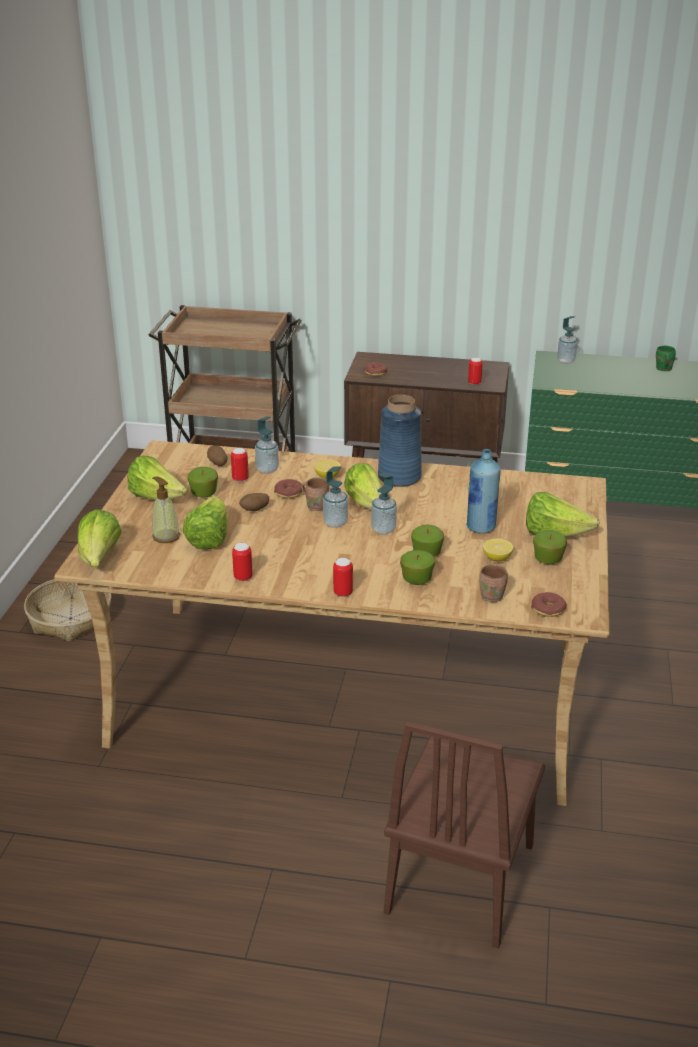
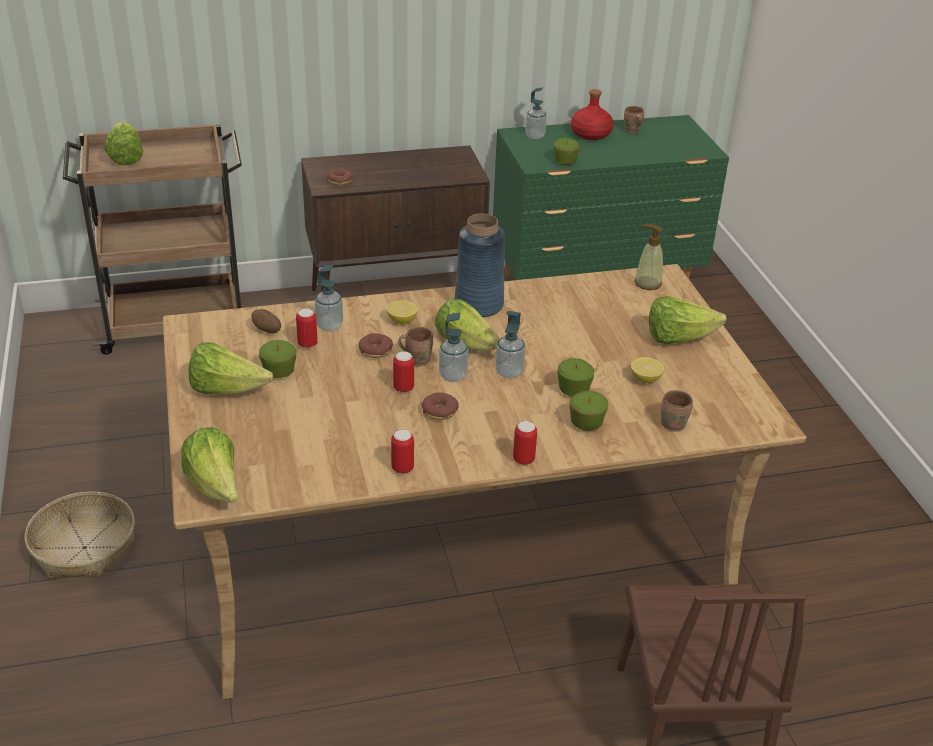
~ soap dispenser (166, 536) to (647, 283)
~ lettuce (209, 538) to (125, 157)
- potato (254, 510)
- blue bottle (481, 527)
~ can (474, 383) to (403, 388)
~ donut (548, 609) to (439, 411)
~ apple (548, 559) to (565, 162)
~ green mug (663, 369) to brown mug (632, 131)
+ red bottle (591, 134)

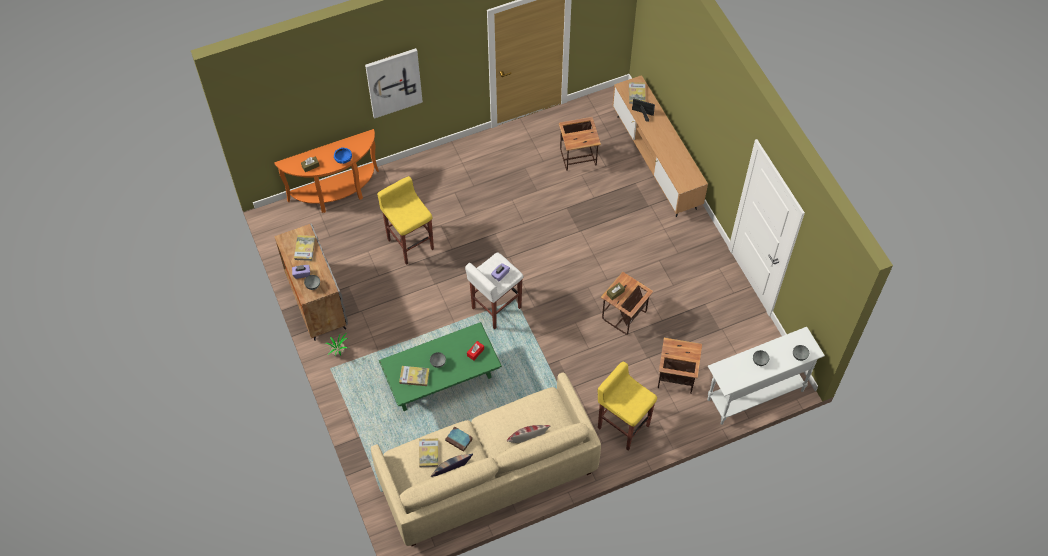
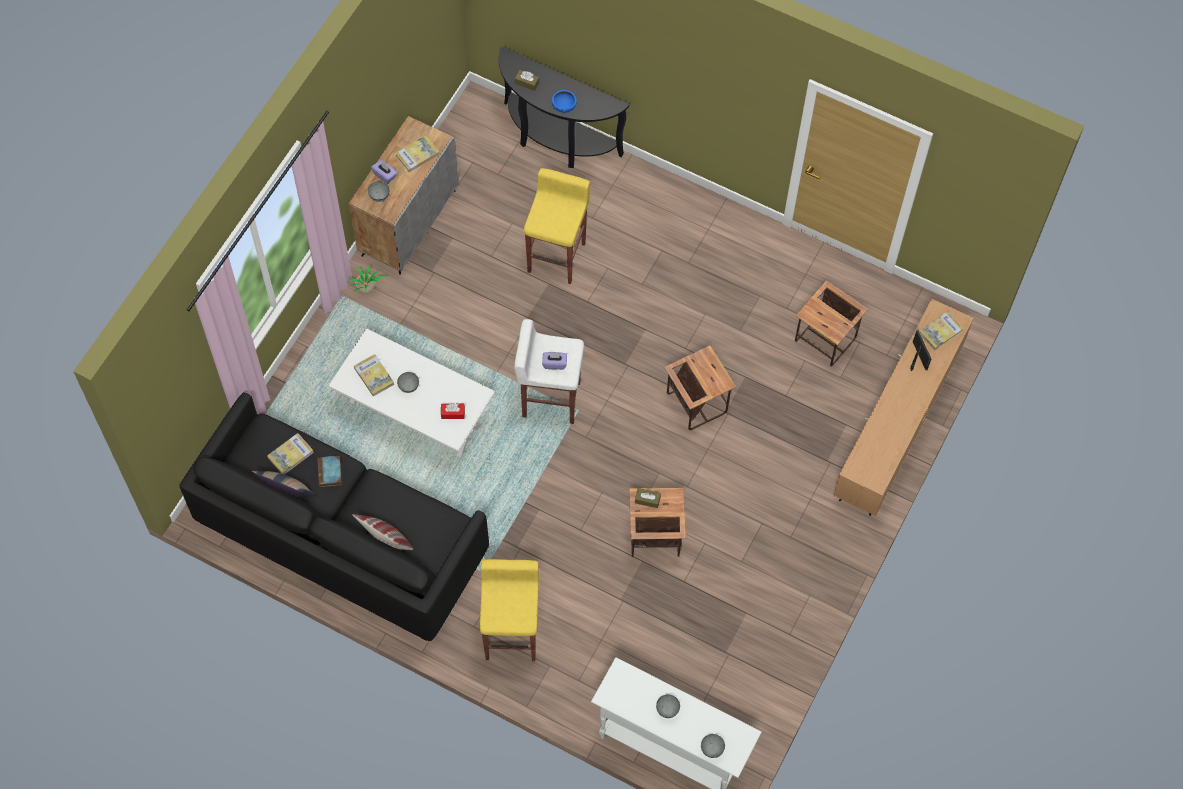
~ orange console table (337, 194) to black console table (555, 140)
- picture (393, 82)
~ beige sofa (487, 474) to black sofa (341, 537)
~ green coffee table (442, 382) to white coffee table (414, 413)
~ side table (675, 378) to (696, 402)

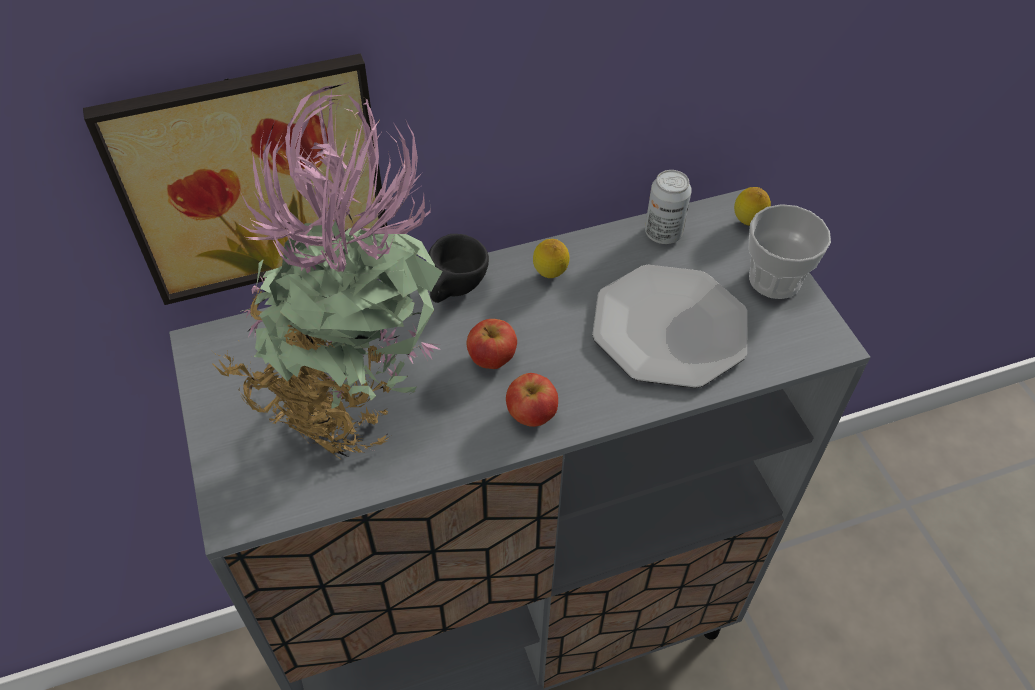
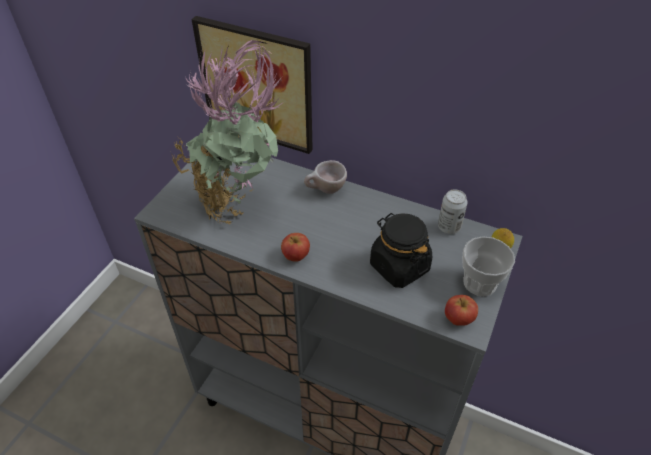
~ black cup (455, 293) to beige cup (325, 191)
~ apple (492, 359) to (458, 319)
- lemon (550, 276)
~ plate (670, 328) to black jar (399, 266)

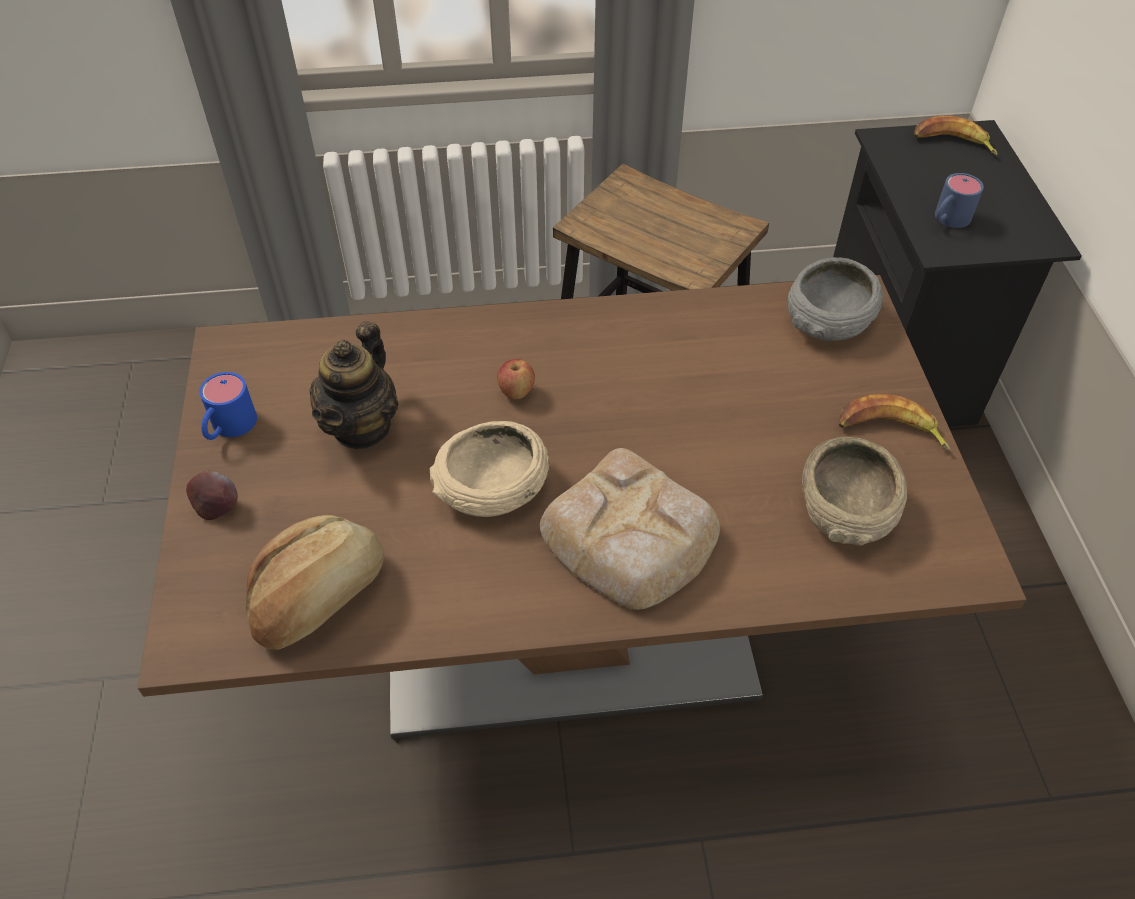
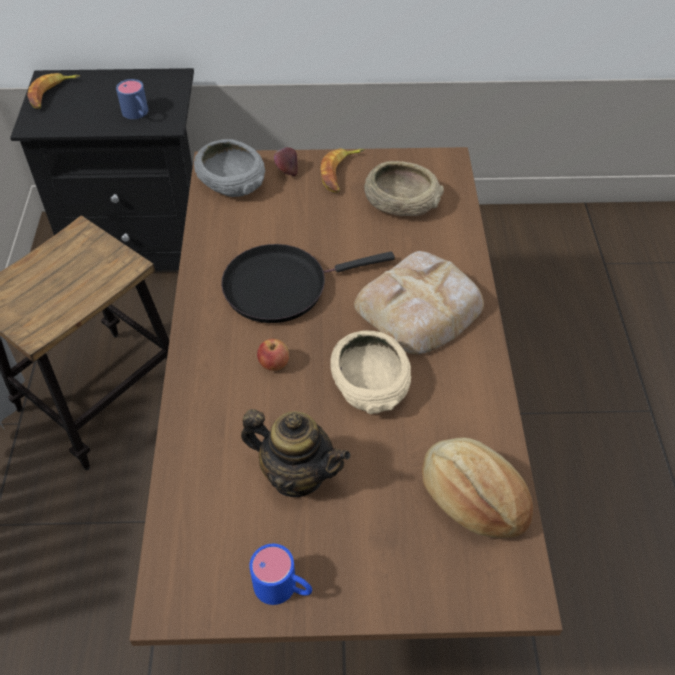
~ apple (217, 506) to (286, 171)
+ black frying pan (282, 286)

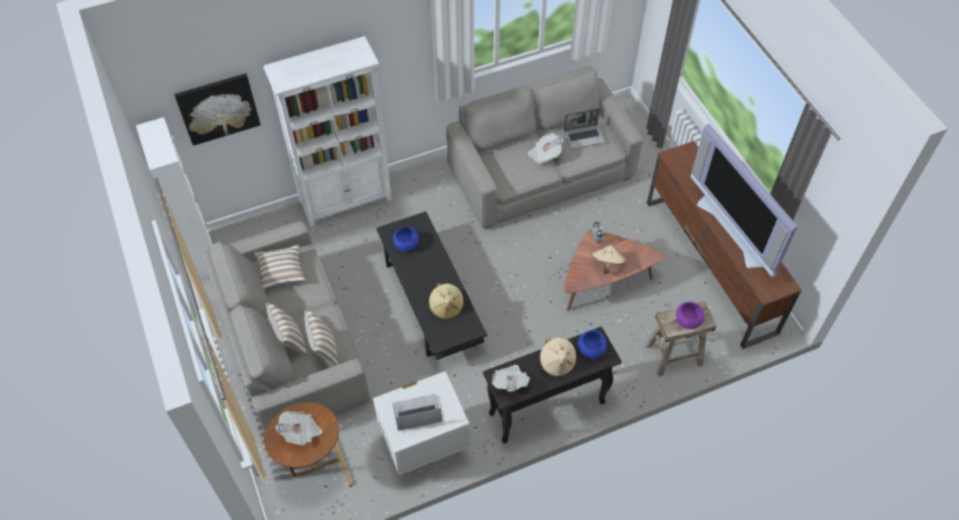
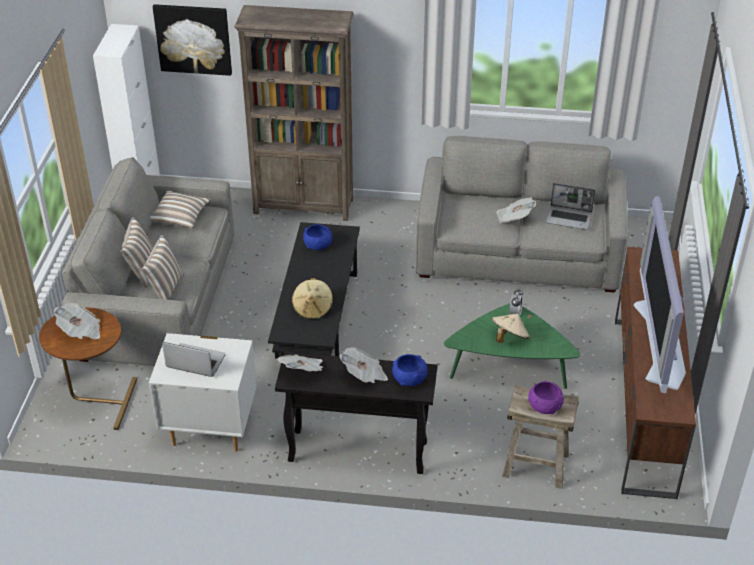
~ white bookcase (346, 200) to brown bookcase (304, 206)
~ beige hat (557, 362) to newspaper (364, 375)
~ brown coffee table (603, 281) to green coffee table (509, 369)

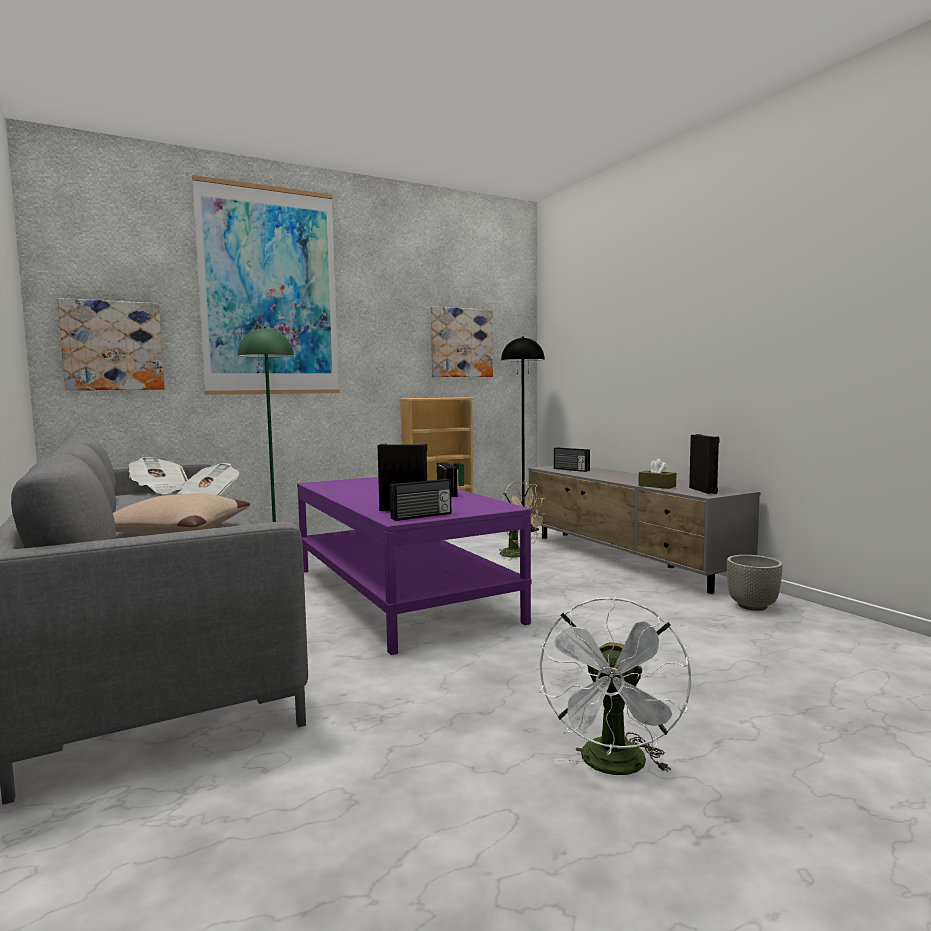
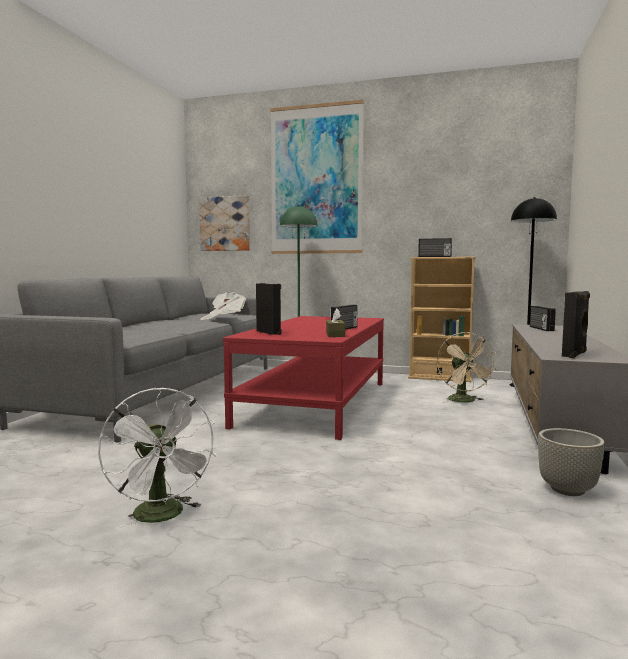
- beige pillow (173, 531)
~ purple coffee table (400, 593) to red coffee table (316, 403)
~ radio (422, 516) to (434, 256)
- picture (461, 343)
~ white fan (615, 767) = (163, 517) 90 degrees counterclockwise
~ brown tissue box (657, 486) to (335, 335)

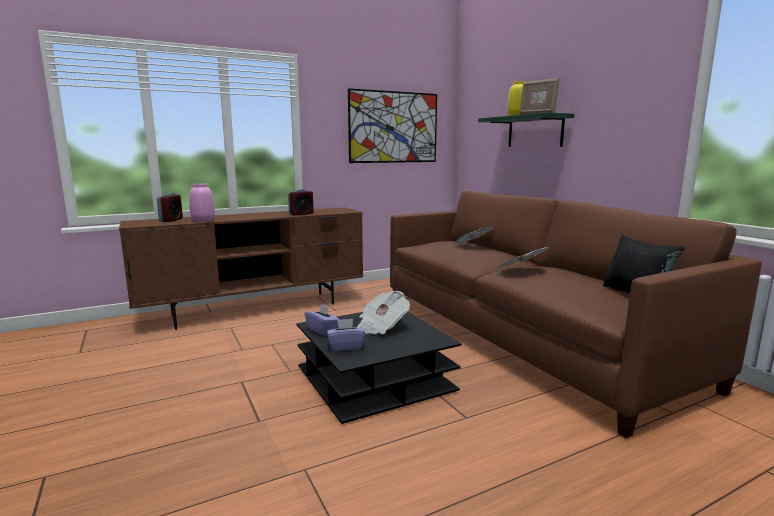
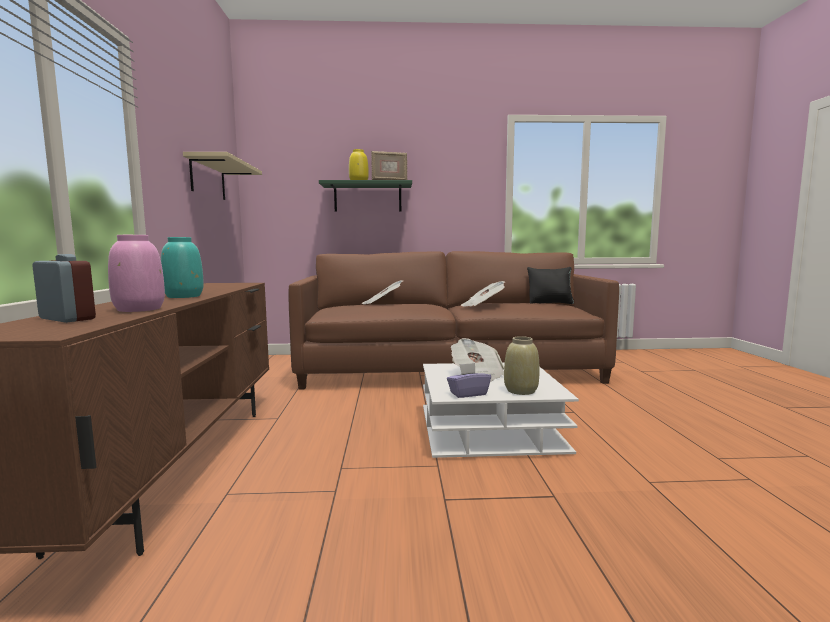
- alarm clock (301, 214)
~ black coffee table (374, 379) to white coffee table (489, 429)
~ purple tissue box (345, 347) to beige vase (521, 391)
~ picture (394, 127) to beige shelf (208, 179)
+ turquoise vase (183, 296)

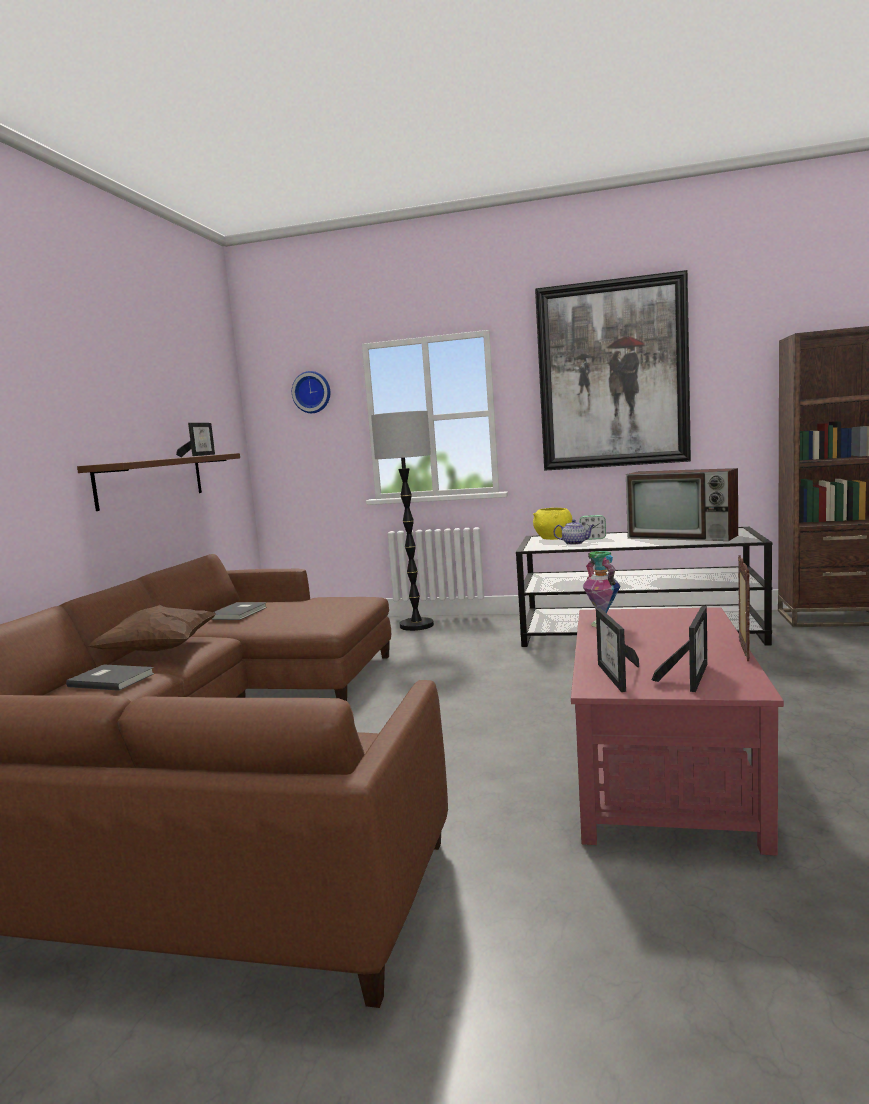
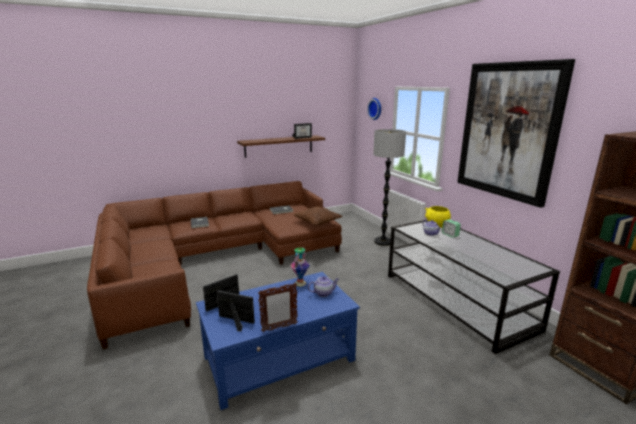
~ brown pillow (158, 650) to (317, 223)
~ red coffee table (662, 769) to blue coffee table (280, 358)
- television (684, 536)
~ picture frame (690, 676) = (234, 321) 150 degrees counterclockwise
+ teapot (323, 293)

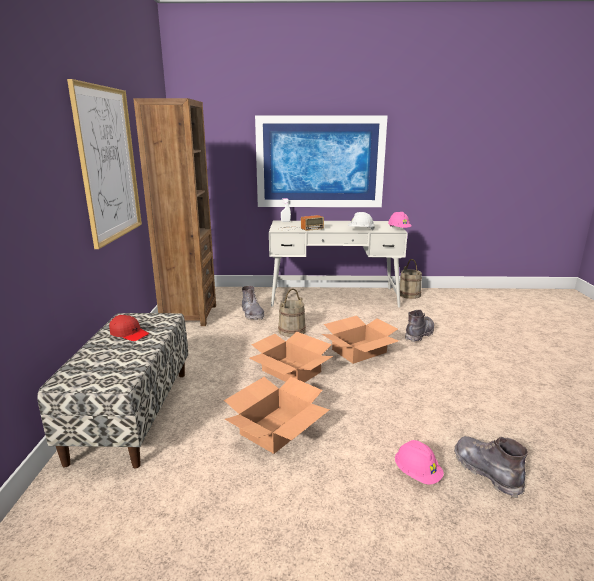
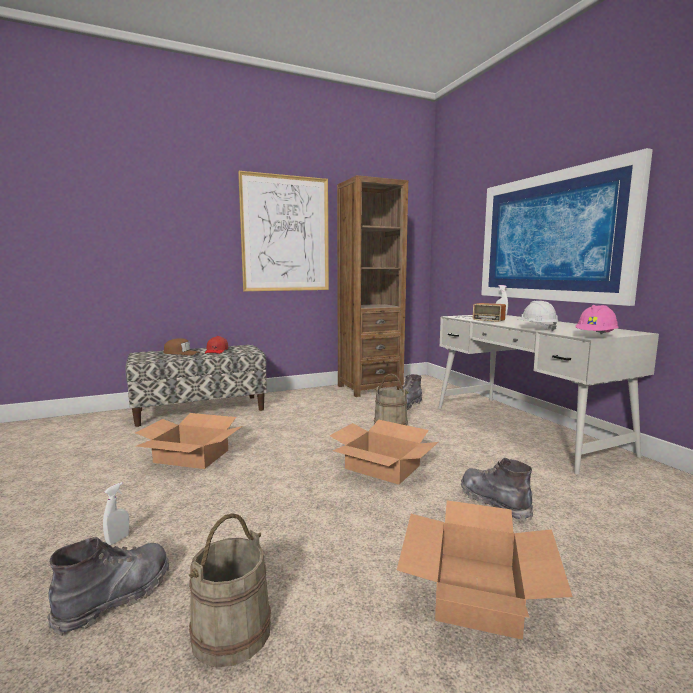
~ cardboard box (291, 371) to (476, 591)
~ pink hard hat (417, 473) to white spray bottle (118, 540)
~ beige bucket (409, 294) to (231, 632)
~ grey boot (419, 334) = (494, 502) 135 degrees counterclockwise
+ brown cap (181, 353)

